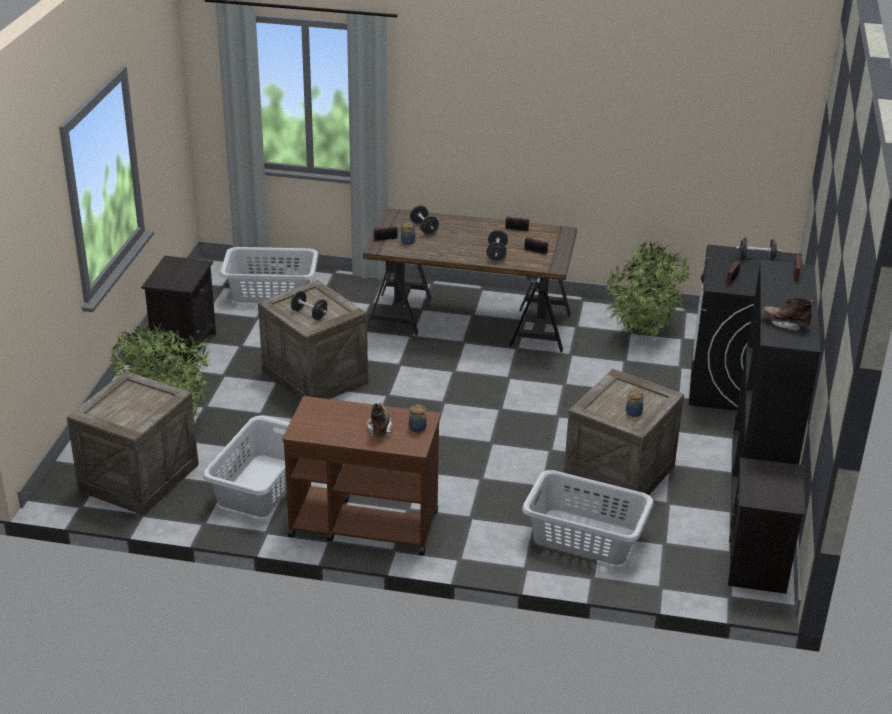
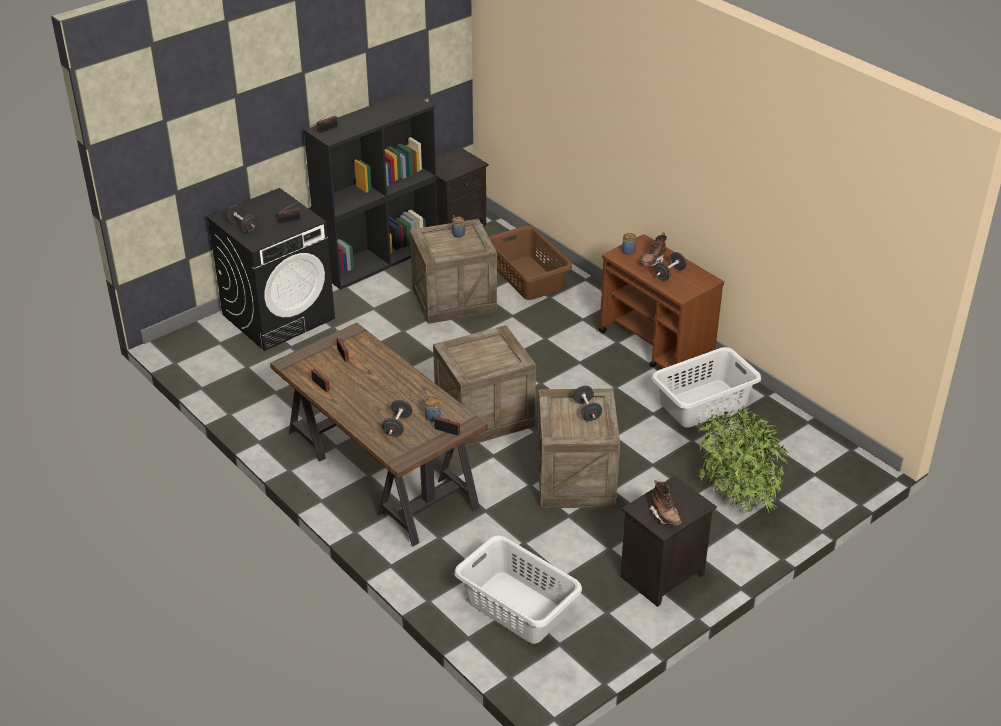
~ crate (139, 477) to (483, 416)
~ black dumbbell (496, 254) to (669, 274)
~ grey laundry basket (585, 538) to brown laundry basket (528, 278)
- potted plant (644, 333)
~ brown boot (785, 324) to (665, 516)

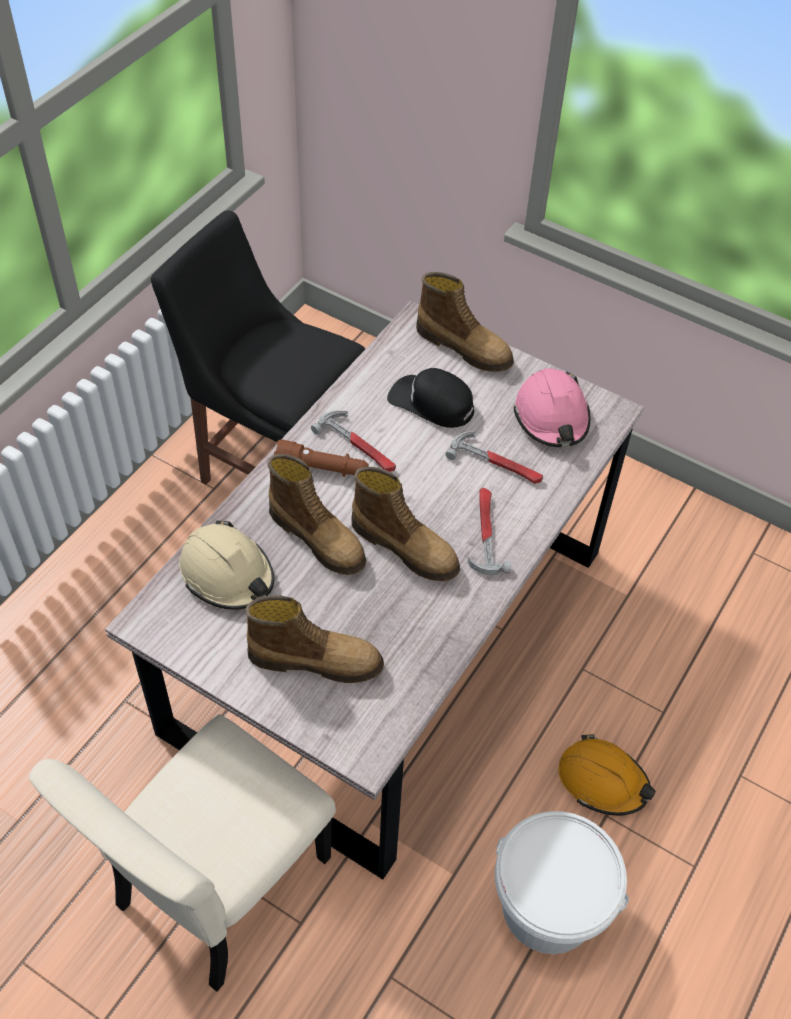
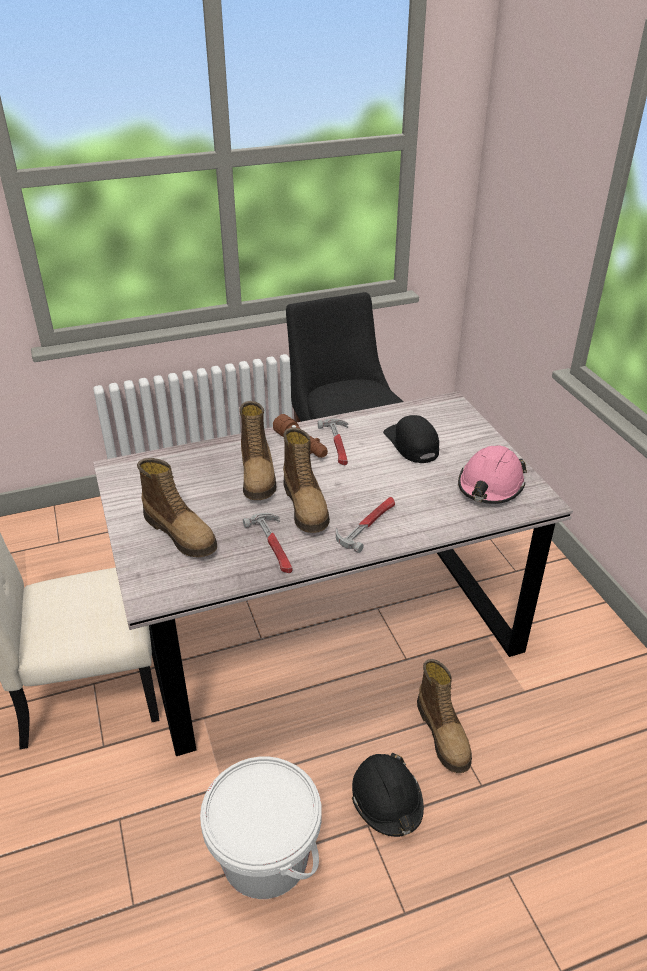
- beige hard hat (227, 574)
~ boot (465, 347) to (444, 734)
~ hammer (497, 463) to (274, 546)
~ orange hard hat (602, 781) to black hard hat (387, 800)

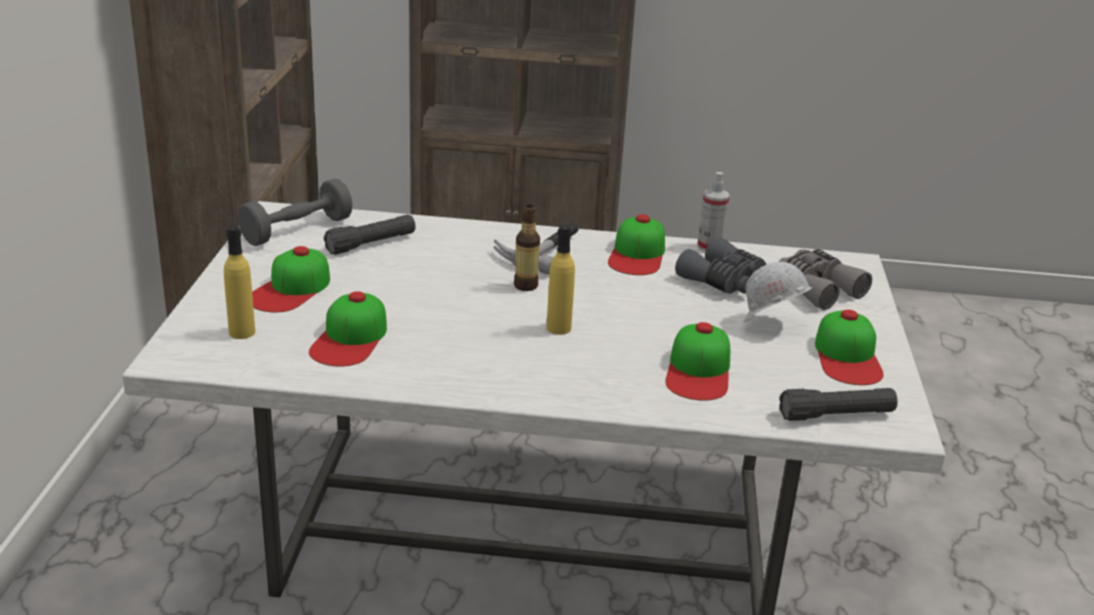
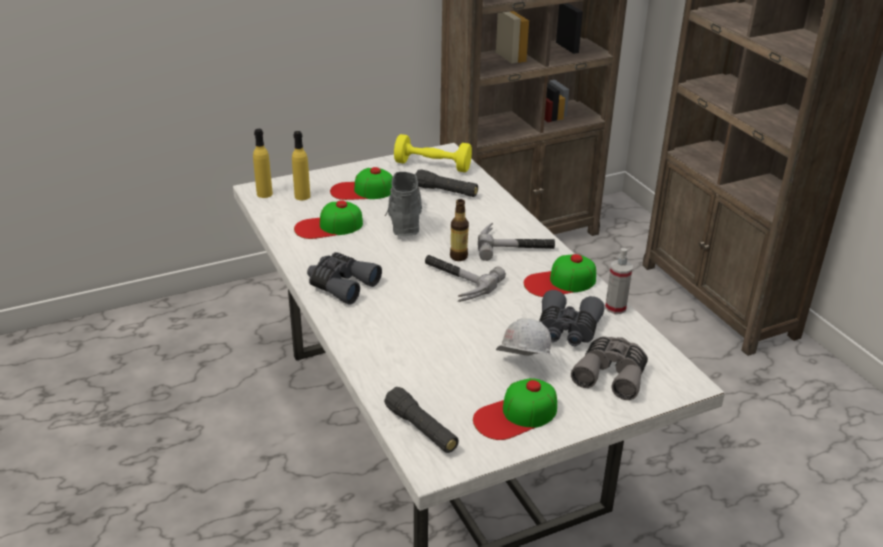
~ grey dumbbell (297, 230) to yellow dumbbell (432, 166)
~ yellow bottle (558, 328) to (264, 194)
- cap (699, 371)
+ grey binoculars (341, 285)
+ grey boot (404, 219)
+ hammer (455, 281)

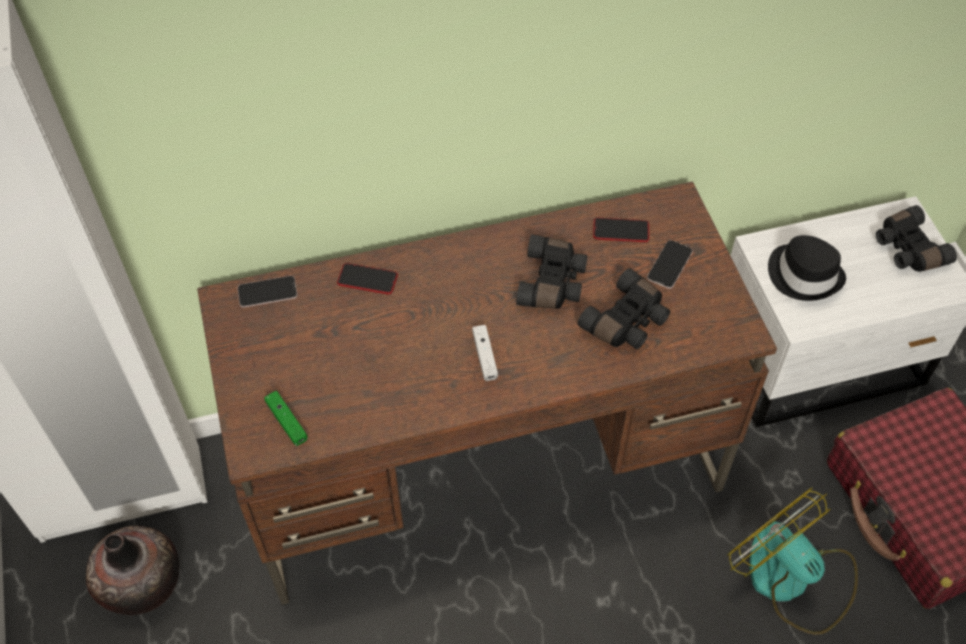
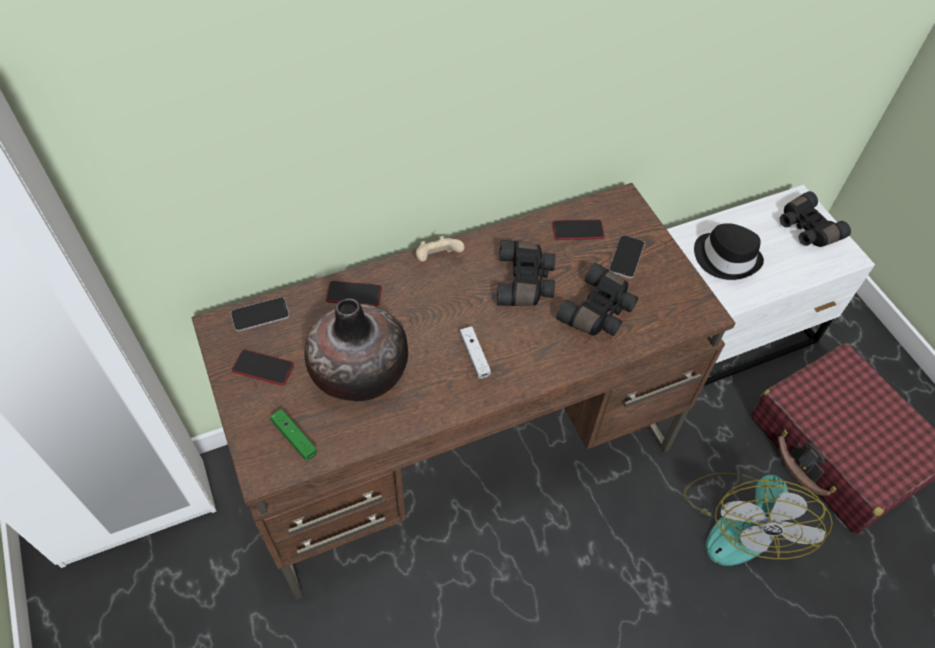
~ vase (142, 583) to (360, 373)
~ fan (791, 579) = (739, 521) 120 degrees counterclockwise
+ phone (263, 368)
+ beige game controller (438, 258)

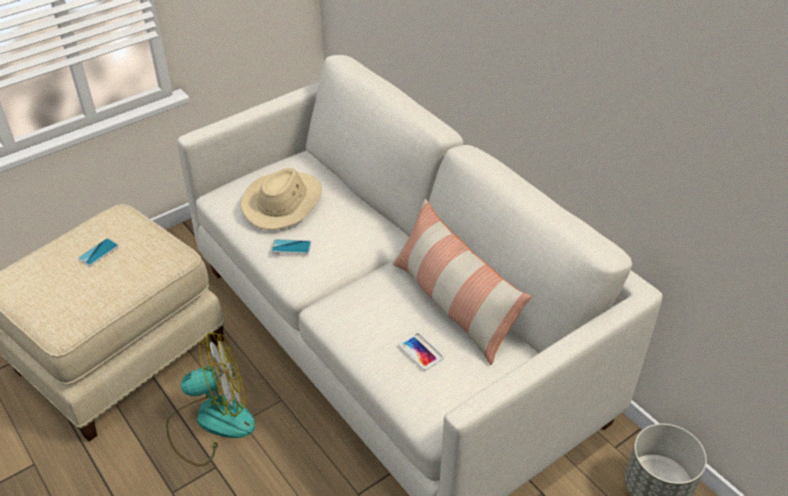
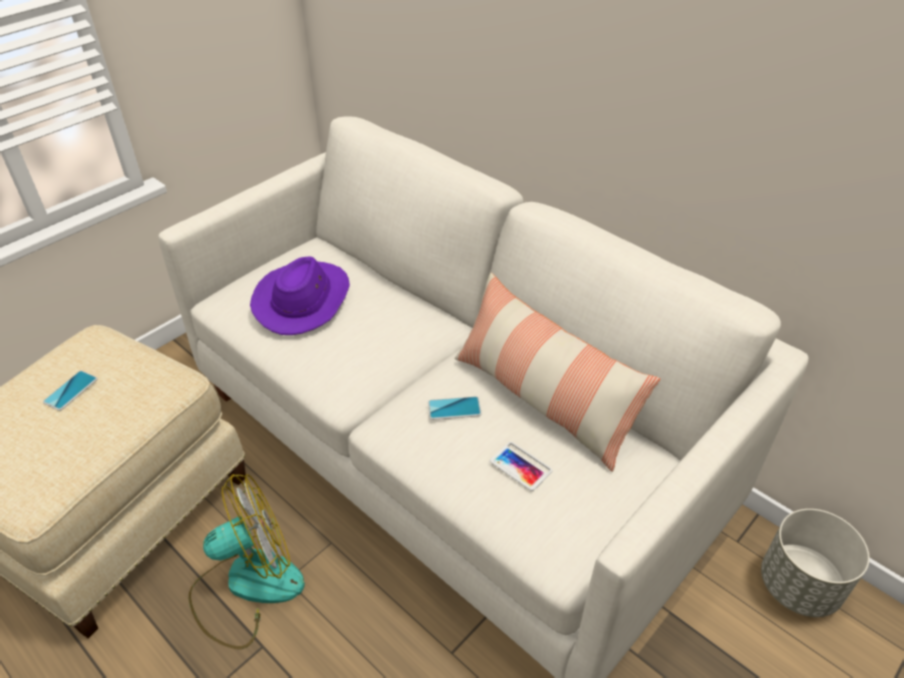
~ beige hat (283, 202) to purple hat (303, 299)
~ phone (291, 247) to (454, 408)

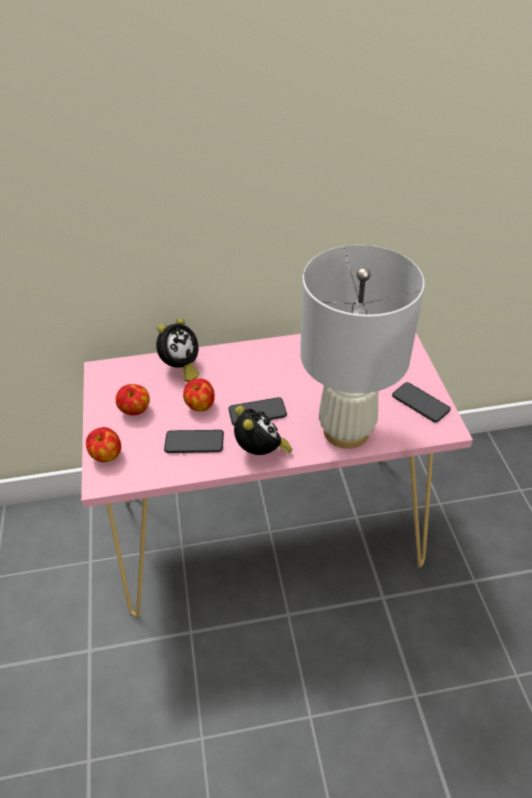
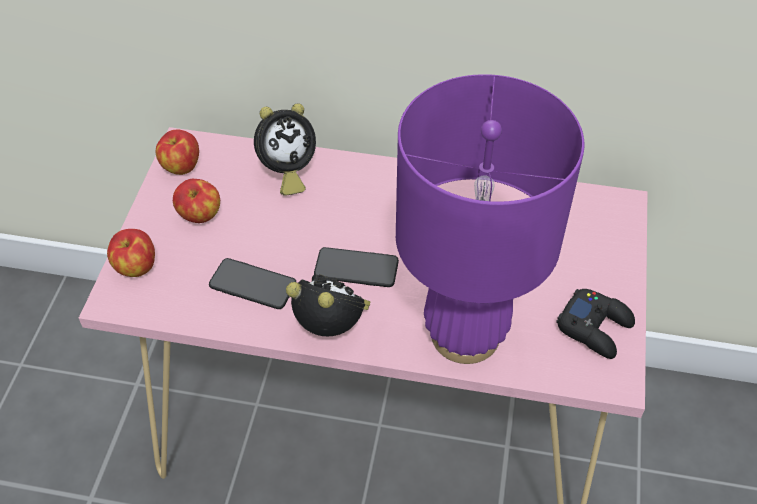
~ apple (200, 406) to (180, 167)
~ alarm clock (261, 452) = (332, 328) 60 degrees counterclockwise
~ white table lamp (345, 430) to purple table lamp (464, 334)
~ phone (420, 403) to black game controller (595, 327)

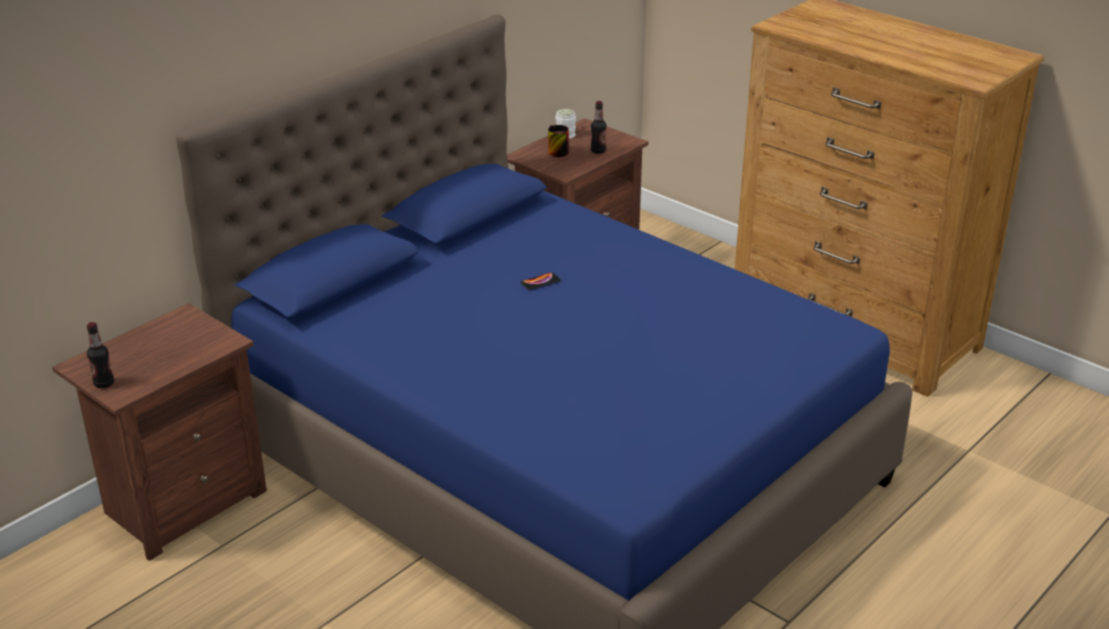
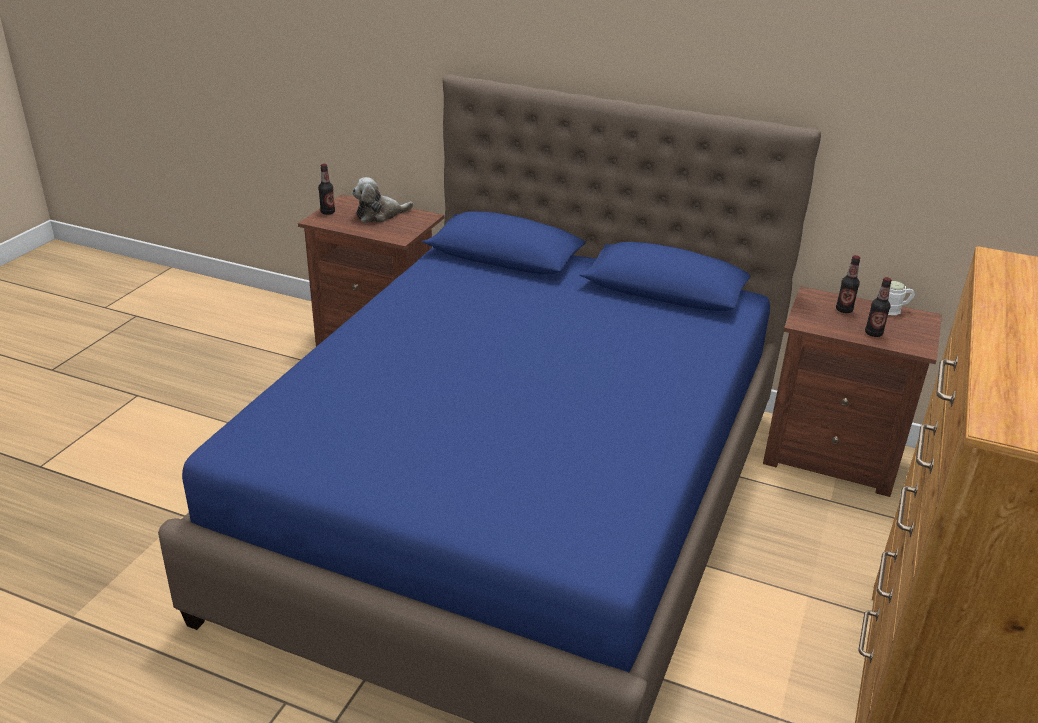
- phone (540, 282)
~ mug (555, 151) to bottle (844, 310)
+ plush toy (380, 215)

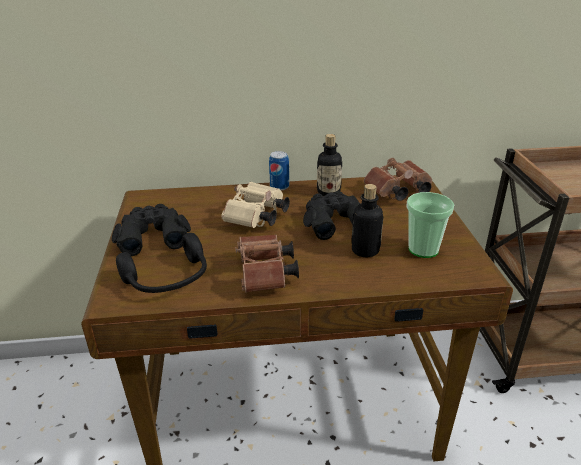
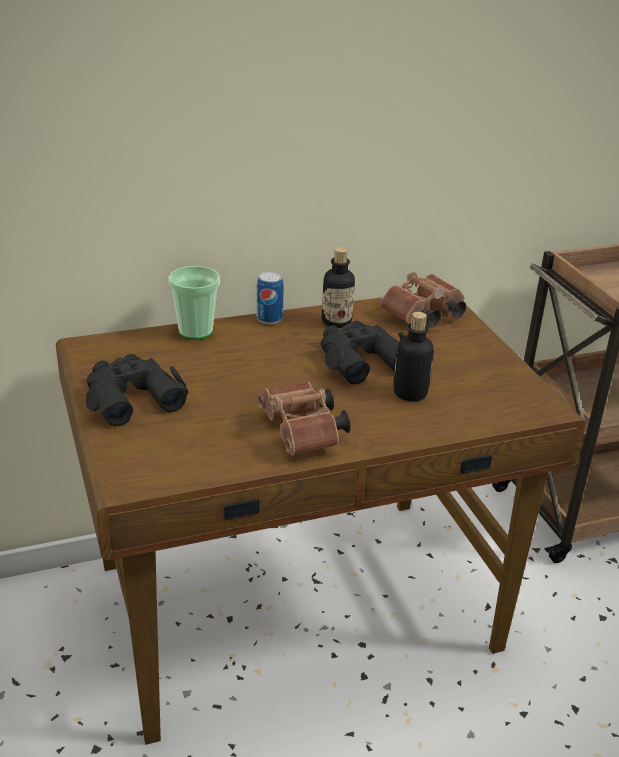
- black headphones (168, 280)
- beige binoculars (256, 218)
~ cup (423, 249) to (195, 331)

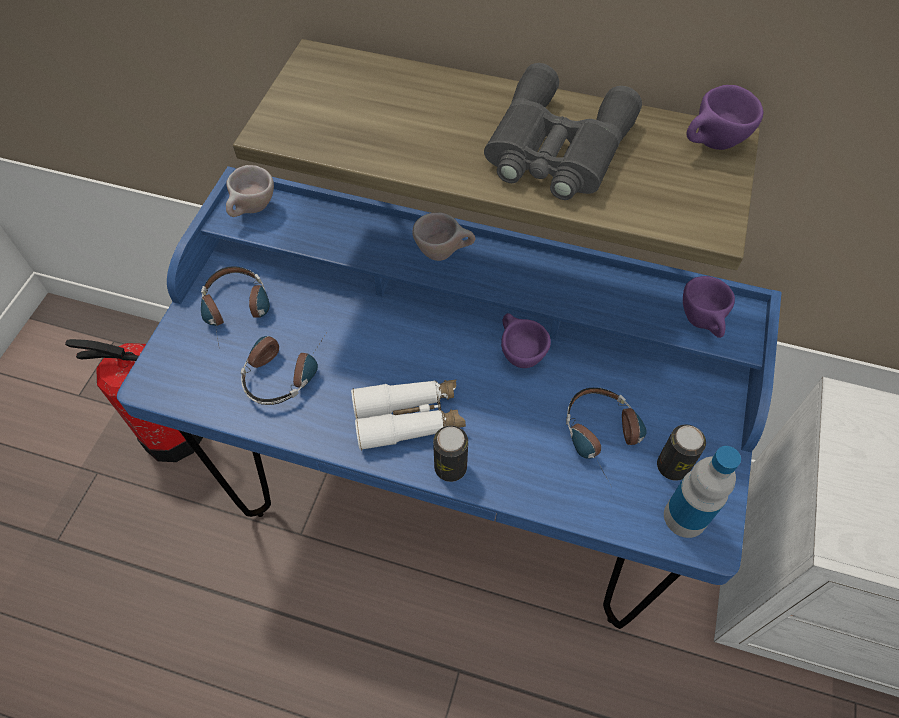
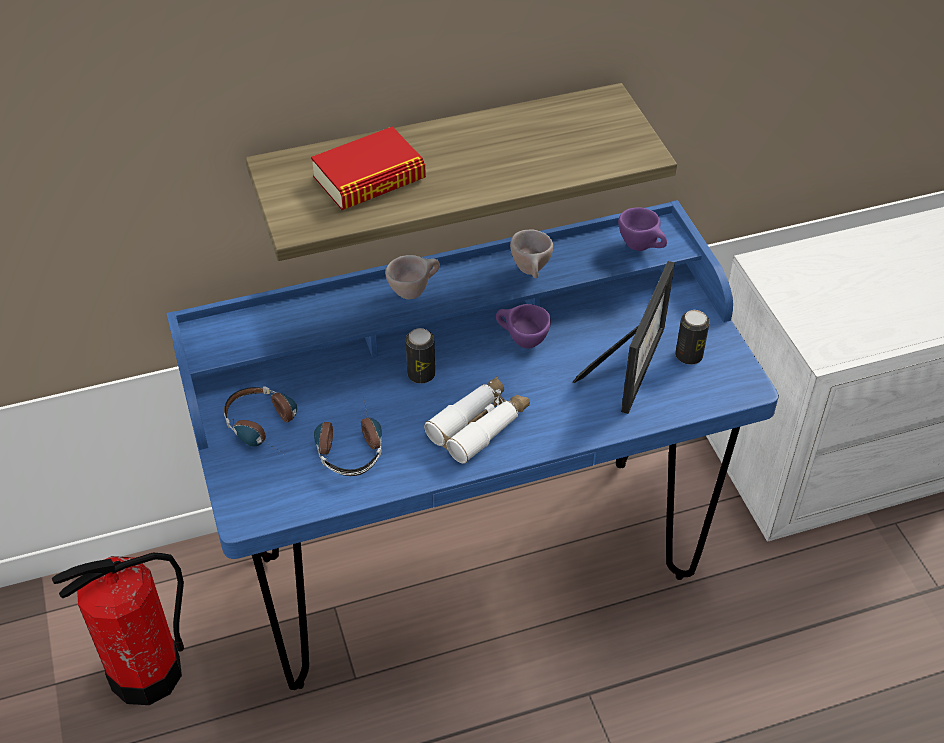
~ beige cup (252, 211) to (532, 272)
~ can (450, 467) to (421, 374)
- grey binoculars (555, 149)
~ headphones (605, 440) to picture frame (631, 364)
- bottle (685, 517)
- purple cup (711, 146)
+ book (369, 178)

